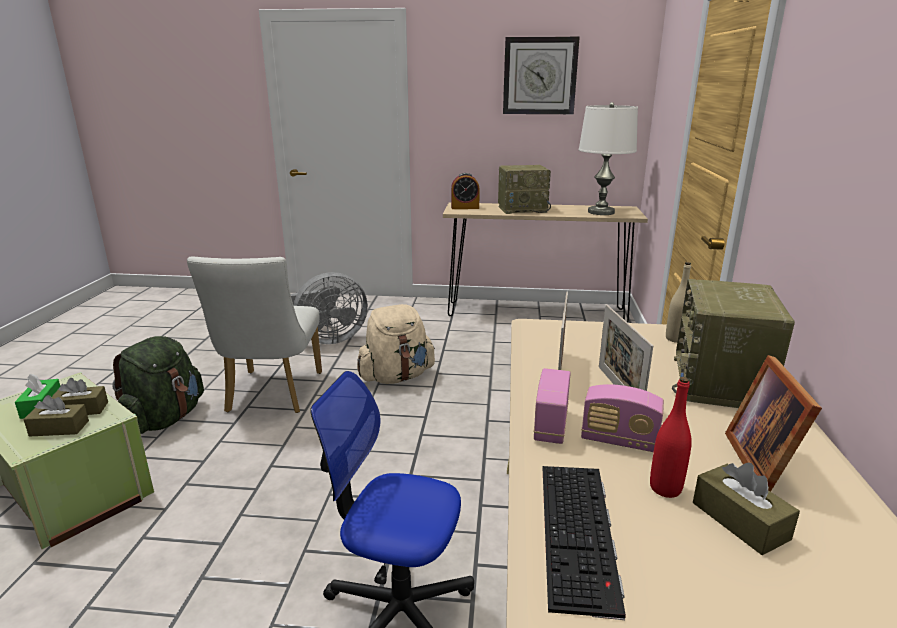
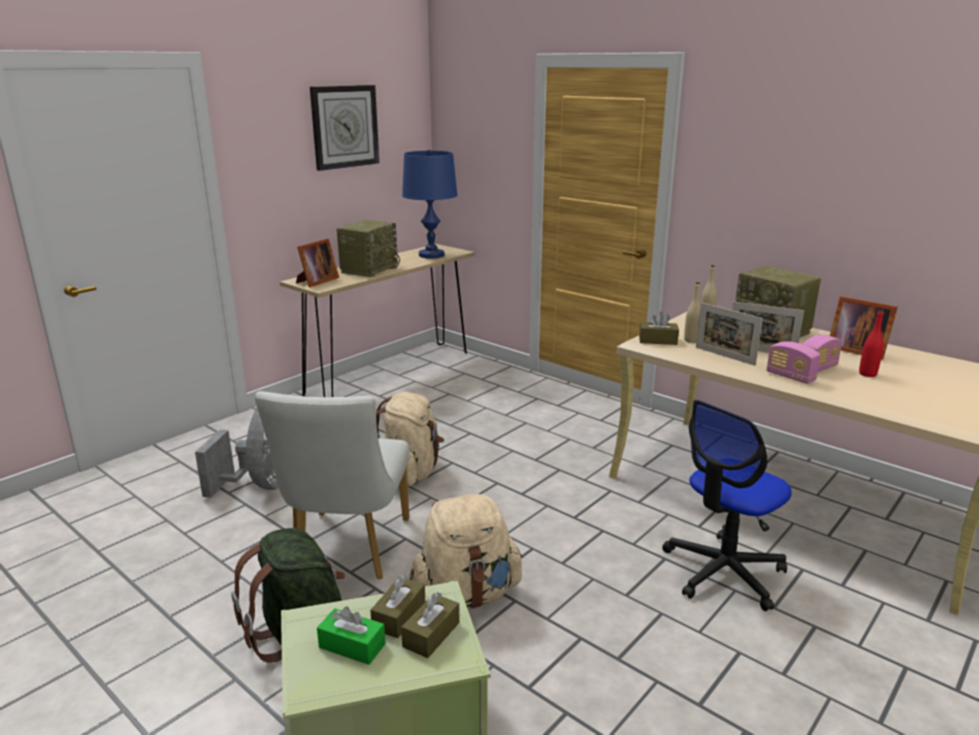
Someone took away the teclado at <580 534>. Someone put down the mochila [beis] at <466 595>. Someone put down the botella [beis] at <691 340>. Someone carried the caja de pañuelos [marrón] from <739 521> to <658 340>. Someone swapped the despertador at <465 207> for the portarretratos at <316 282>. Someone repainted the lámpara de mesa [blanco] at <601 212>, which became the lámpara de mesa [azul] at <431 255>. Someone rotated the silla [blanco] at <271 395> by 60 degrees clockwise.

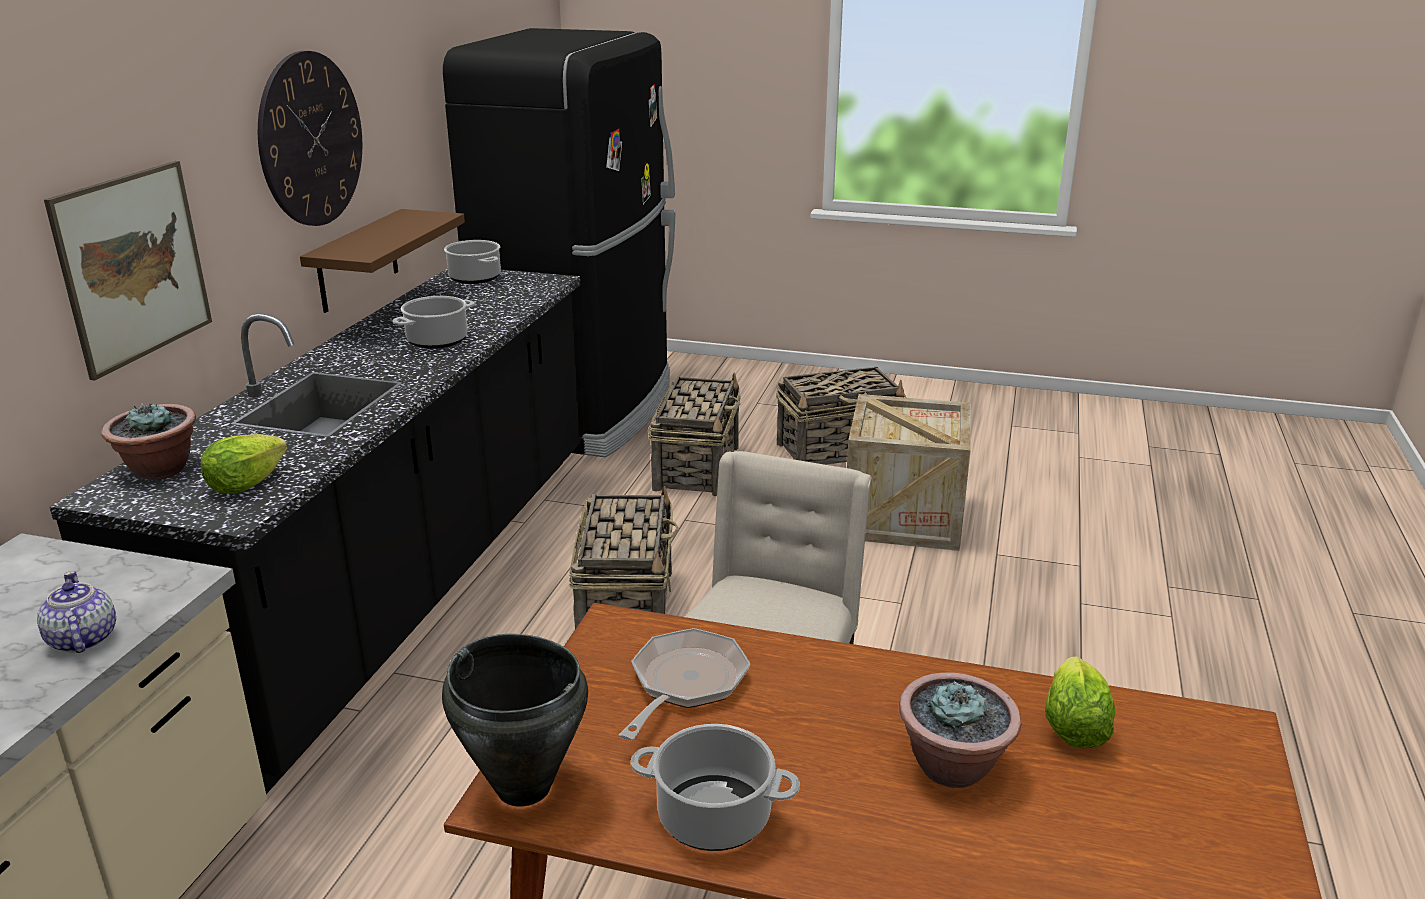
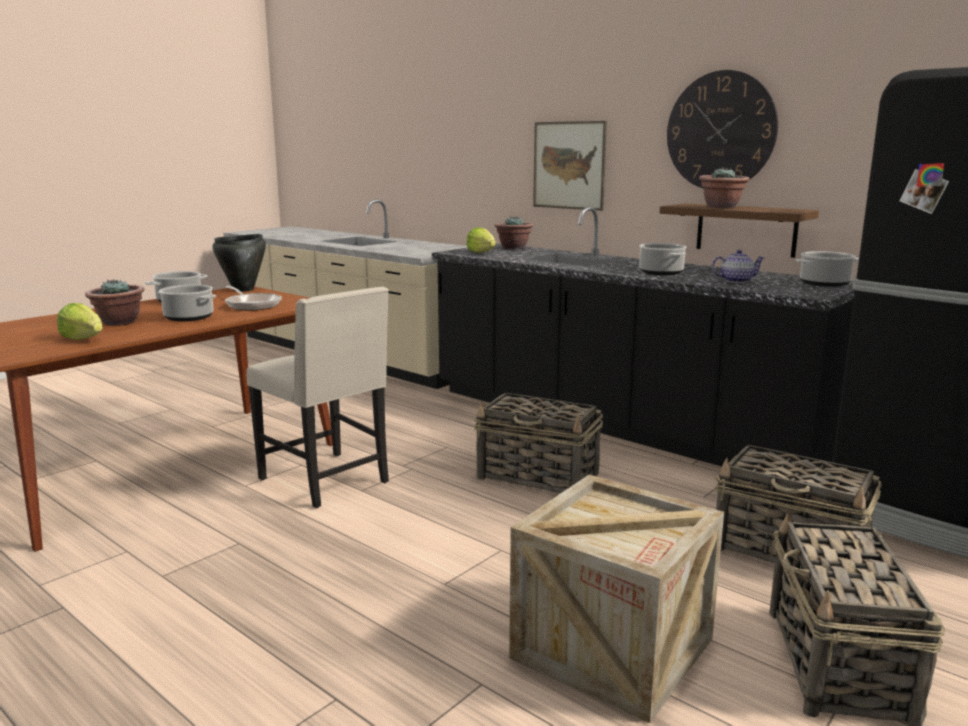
Someone put down the olla at <188 317>. Someone put down the planta en maceta at <721 207>. Someone carried the tetera from <82 640> to <736 281>.

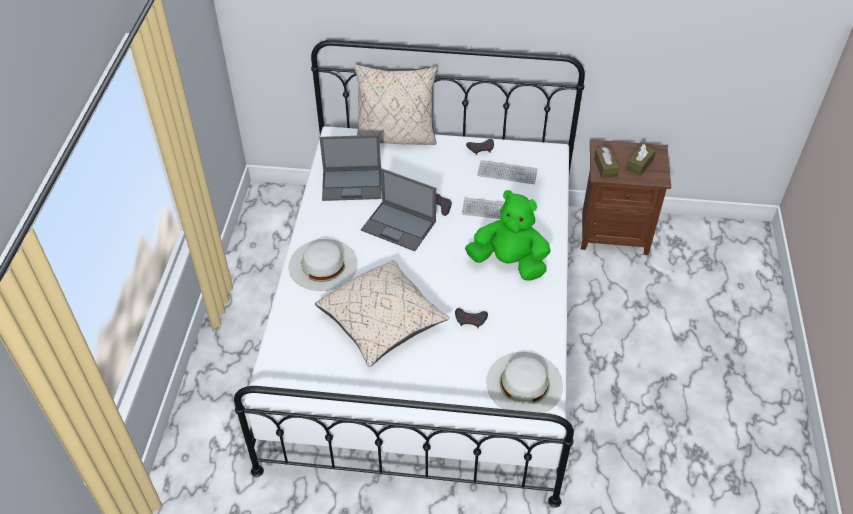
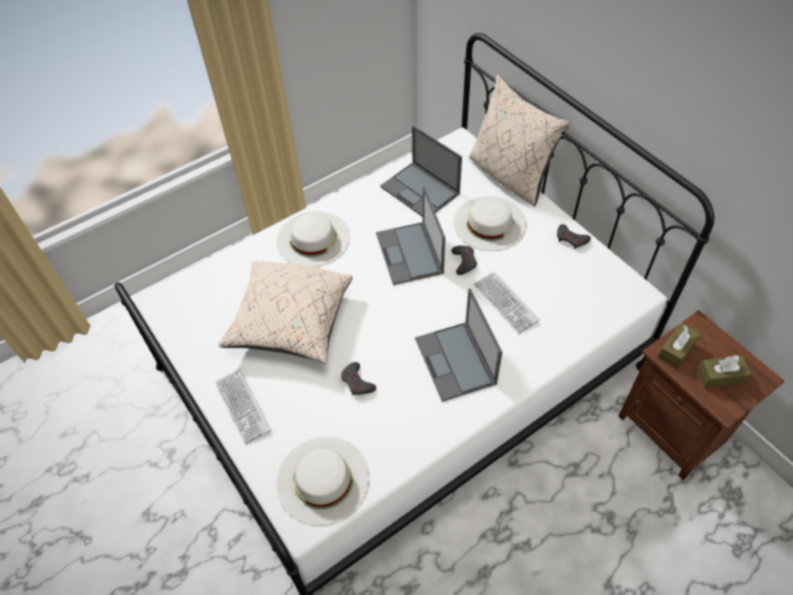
Someone put down the sombrero [blanco] at <489 223>. Someone carried the teclado from <507 173> to <243 406>. Someone swapped the peluche [verde] at <509 263> for the portátil at <456 362>.

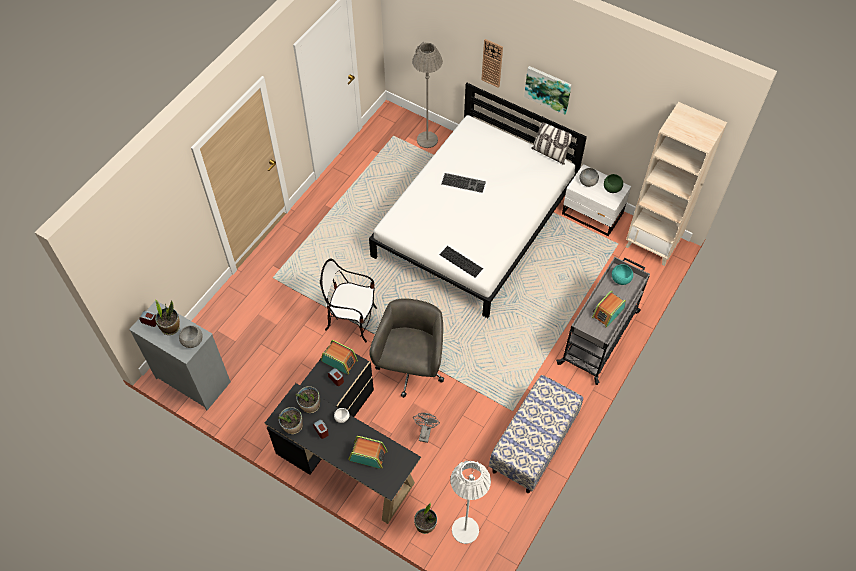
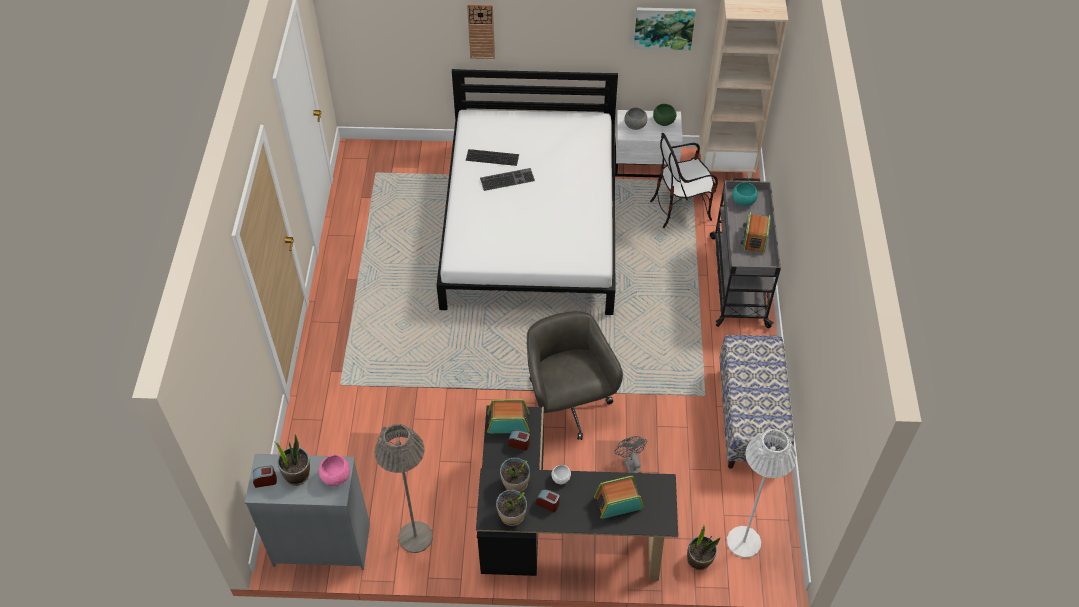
Someone took away the cojín at <550 153>. Someone carried the silla from <352 320> to <681 208>. Someone carried the lámpara de pie [gris] from <427 140> to <415 537>. Someone carried the teclado from <462 261> to <493 157>. Someone carried the cuadro from <548 89> to <664 27>. Someone repainted the cuenco [gris] at <193 341>, which became the cuenco [rosa] at <336 476>.

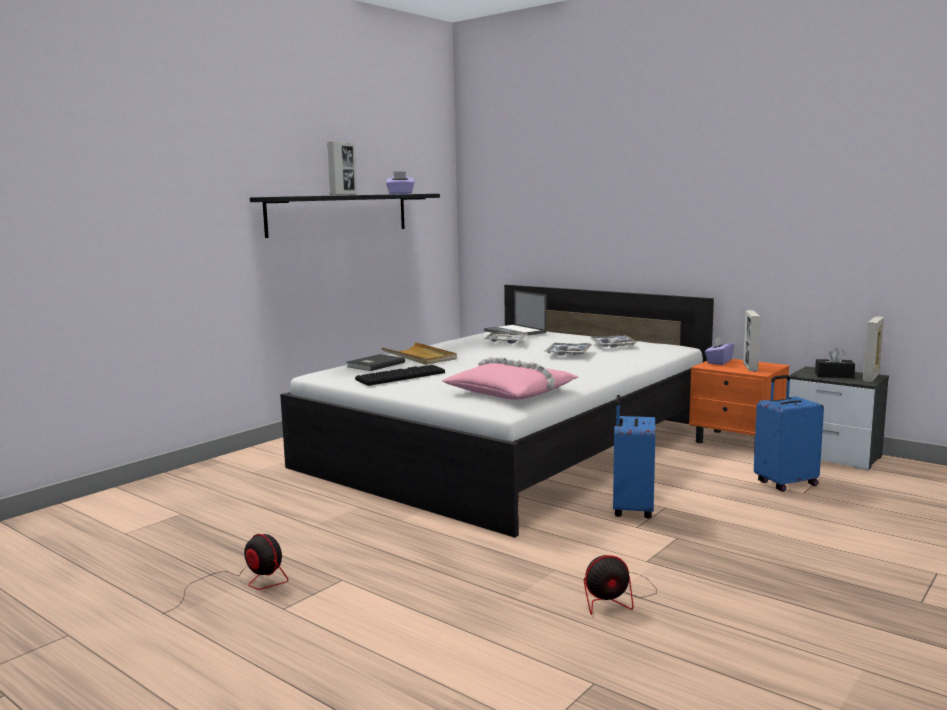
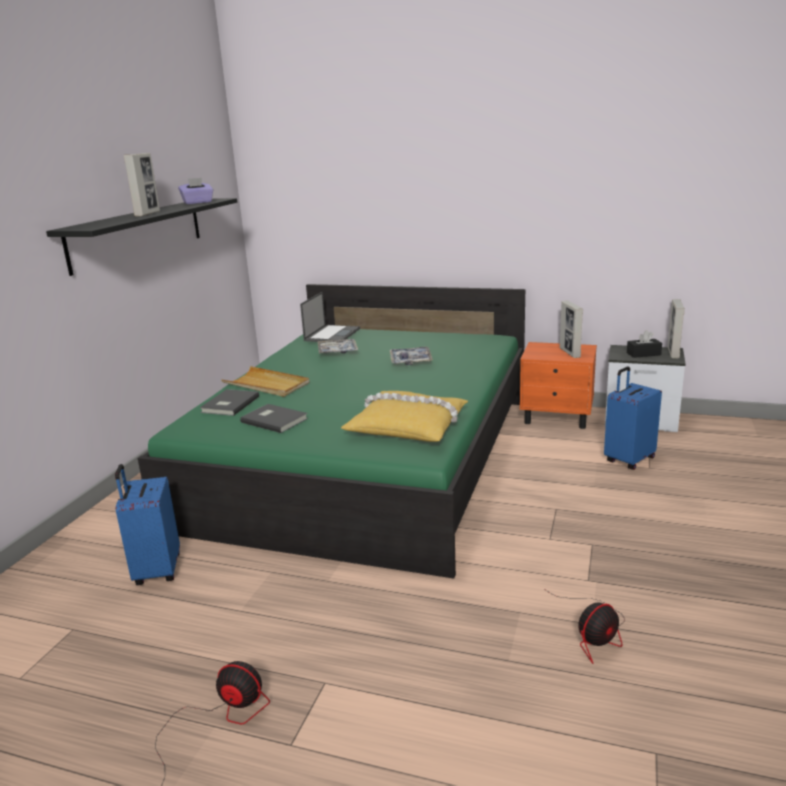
Someone took away the bandeja at <612 346>. Someone took away the caja de pañuelos [morado] at <718 362>. Someone carried the maleta [azul] from <631 510> to <156 571>. Someone swapped the teclado at <401 376> for the libro [gris] at <274 419>. Someone repainted the cama [blanco] at <510 446>, which became the cama [verde] at <366 458>. Someone repainted the cojín [rosa] at <511 392>, which became the cojín [amarillo] at <408 426>. Someone rotated the portátil at <515 331> by 105 degrees counterclockwise.

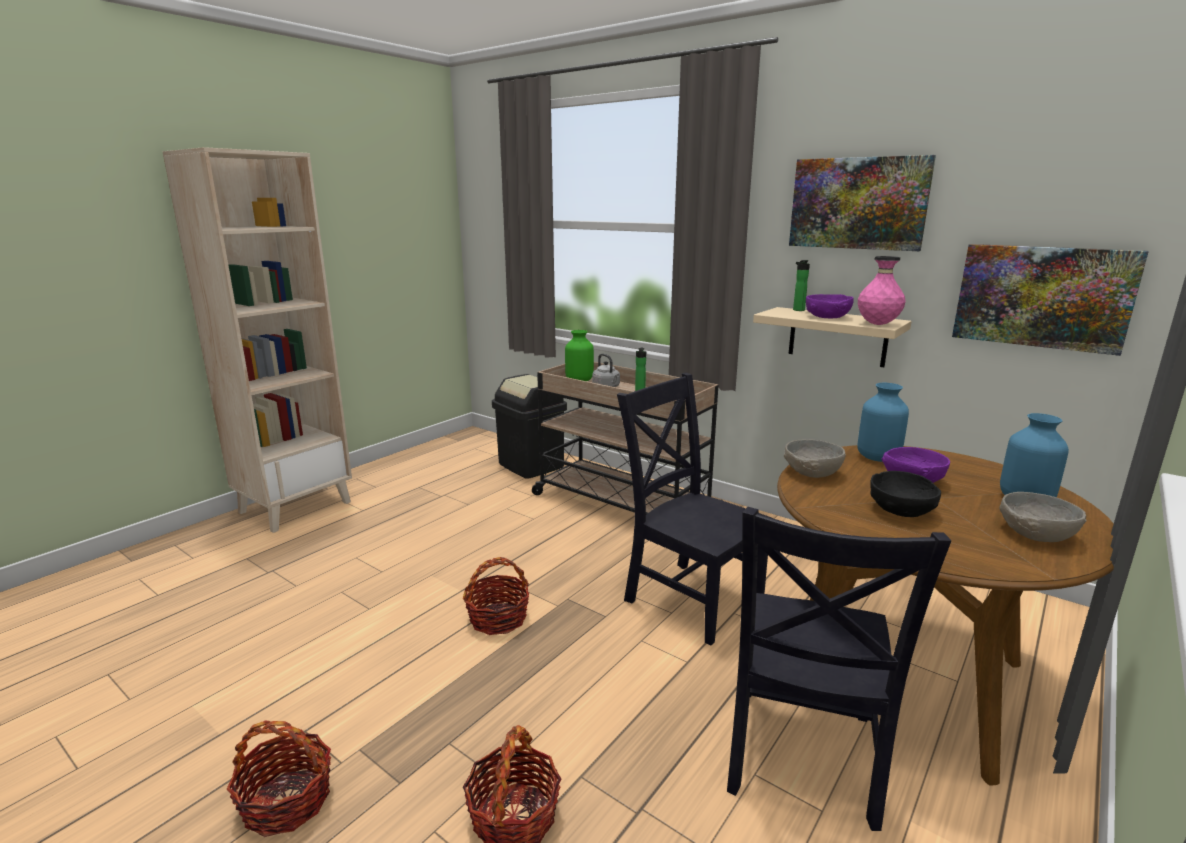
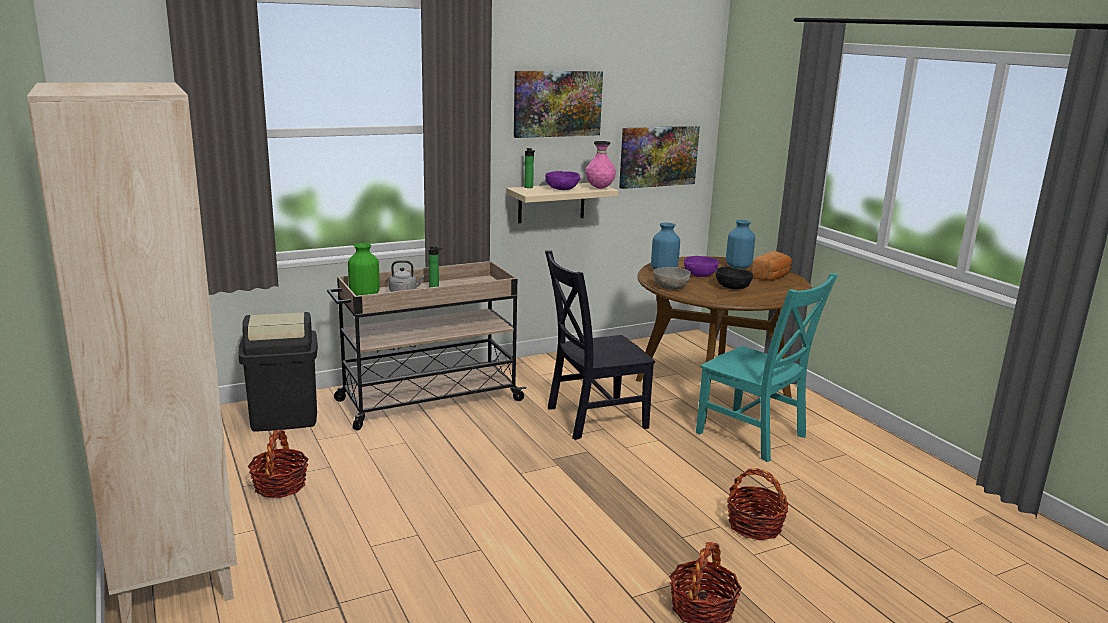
Someone carried the cesta from <498 618> to <280 485>. Someone swapped the cuenco [gris] at <1035 533> for the pan at <772 277>. Someone repainted the silla [negro] at <801 758>, which became the silla [turquesa] at <754 436>.

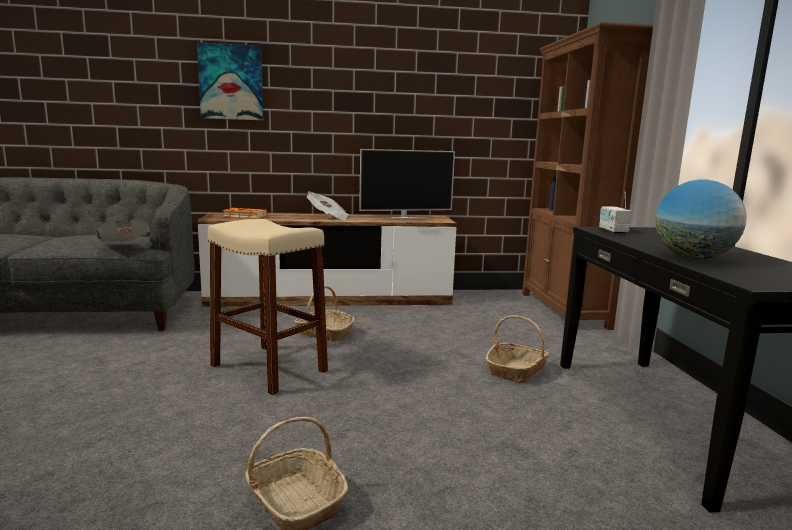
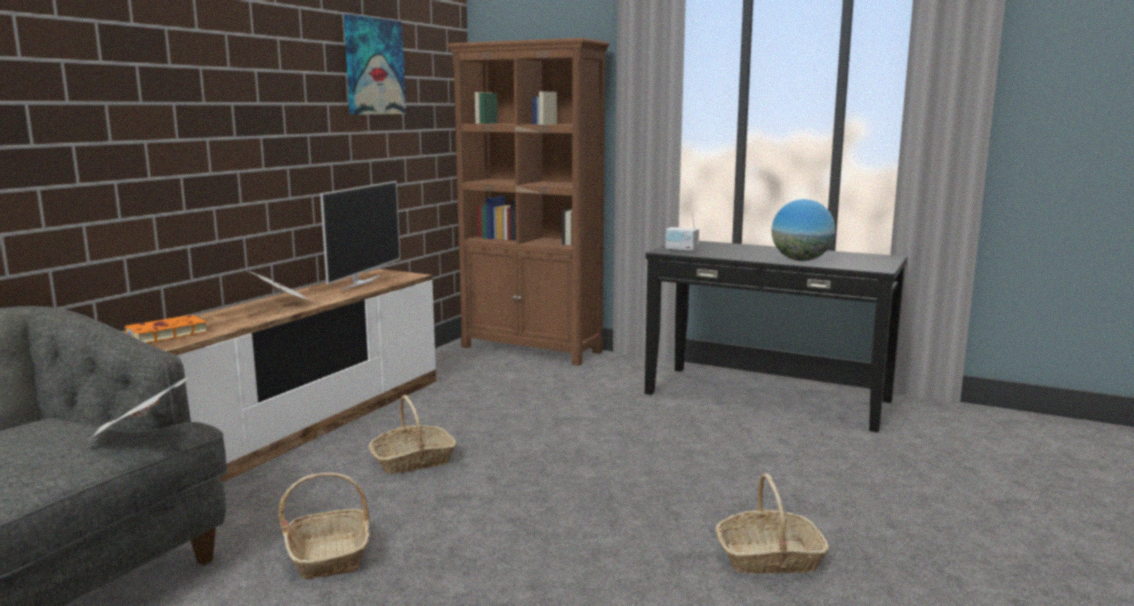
Someone took away the taburete [beis] at <269 368>. Someone carried the cuadro from <231 82> to <373 67>. Someone carried the cesta from <516 370> to <329 555>.

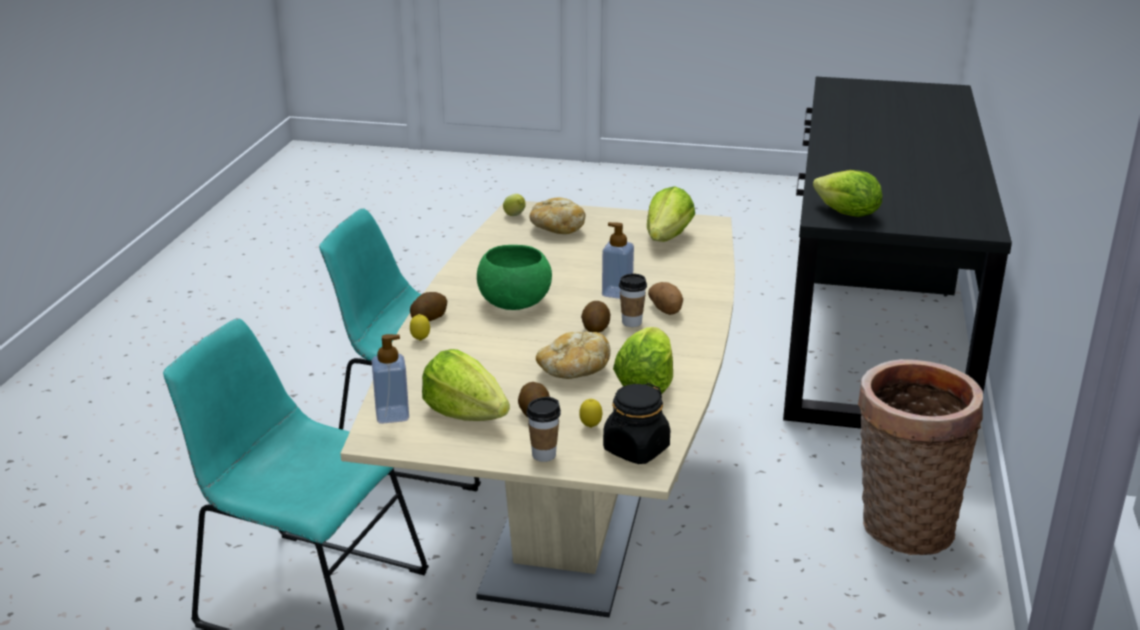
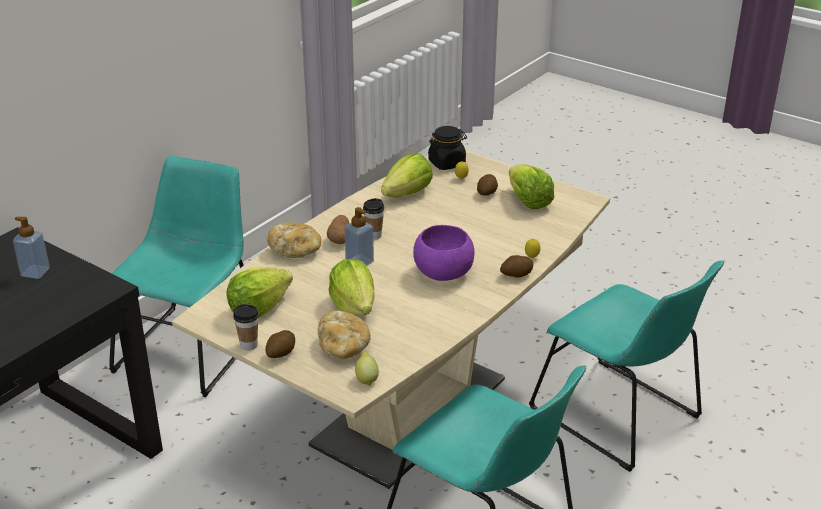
Someone carried the dispensador de jabón from <392 415> to <35 272>. Someone carried the taza from <544 455> to <248 345>. Someone carried the pan from <573 372> to <295 251>. Someone carried the patata from <595 327> to <281 354>. Someone carried the lechuga from <847 214> to <354 306>. Someone swapped the cesta at <901 525> for the silla [turquesa] at <192 346>. Someone repainted the cuenco [verde] at <515 303>, which became the cuenco [morado] at <443 272>.

